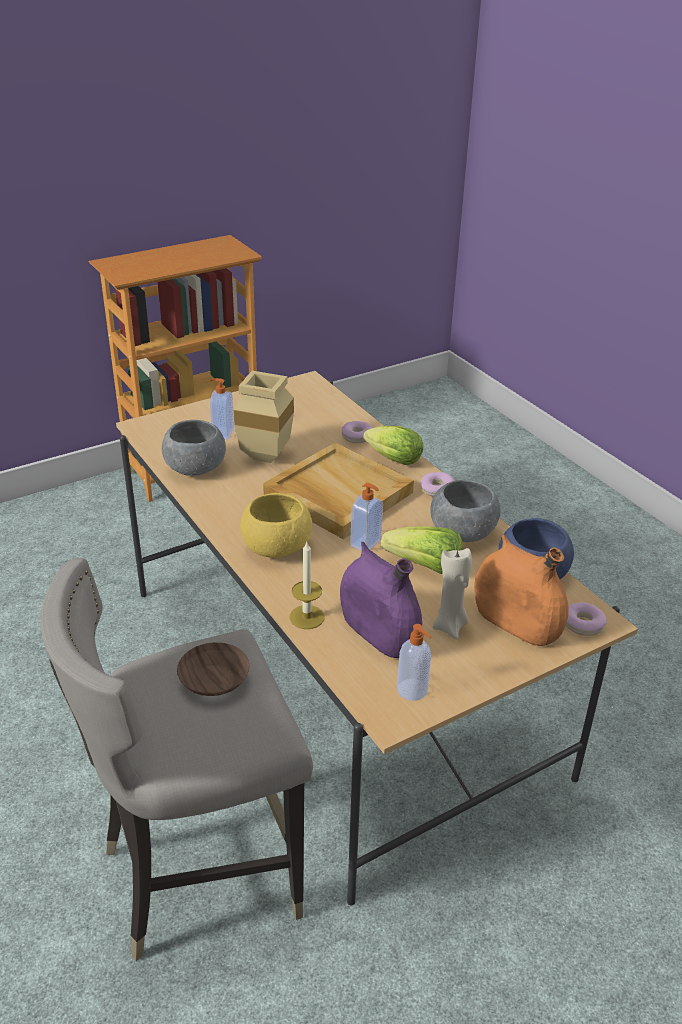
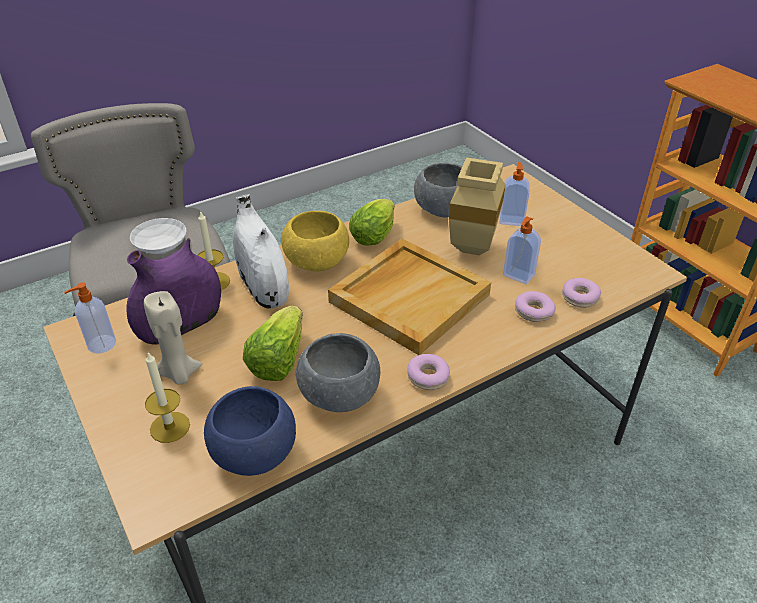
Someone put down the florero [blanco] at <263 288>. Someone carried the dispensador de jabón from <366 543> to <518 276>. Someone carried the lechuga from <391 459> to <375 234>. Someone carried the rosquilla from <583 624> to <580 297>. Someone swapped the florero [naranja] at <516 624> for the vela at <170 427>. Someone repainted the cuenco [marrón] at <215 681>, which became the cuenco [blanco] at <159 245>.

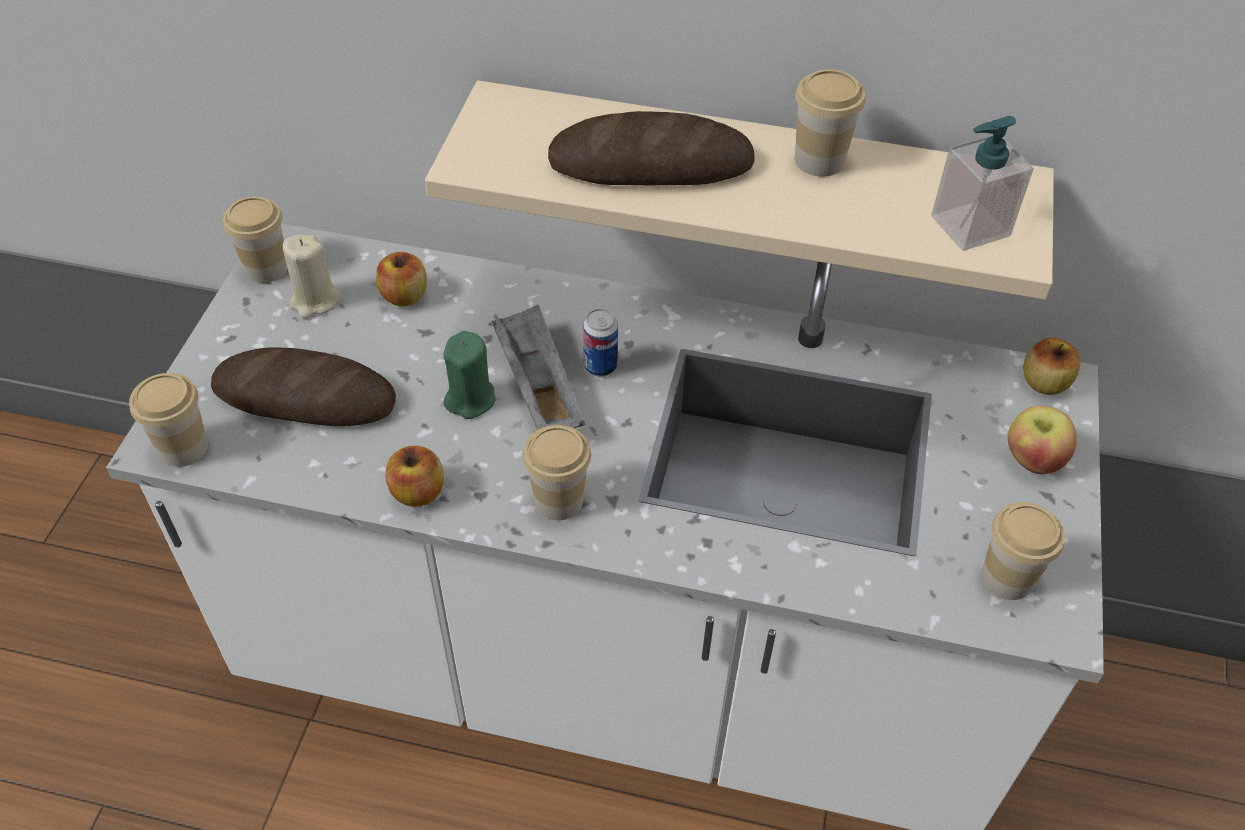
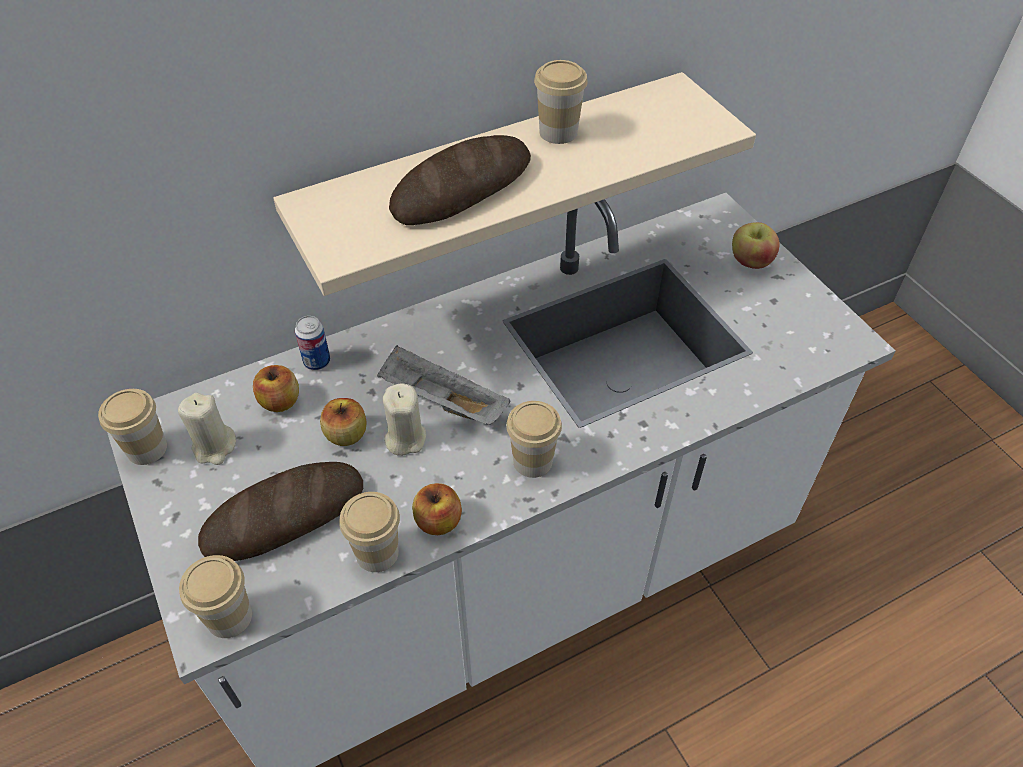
Someone took away the dispensador de jabón at <970 226>. Someone carried the lata from <600 366> to <317 362>. Someone carried the taza from <1007 578> to <377 553>. Someone carried the manzana from <1044 383> to <346 434>. Someone repainted the vela [verde] at <470 399>, which became the vela [beis] at <405 438>.

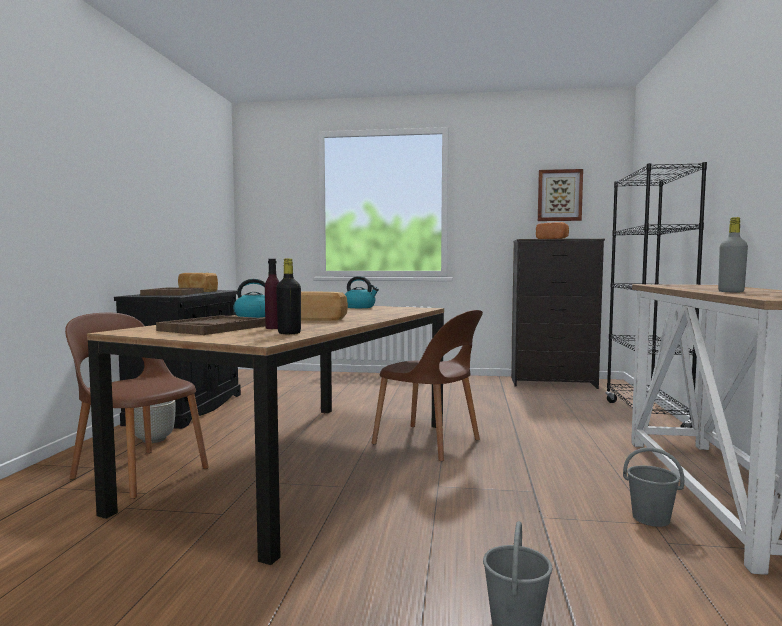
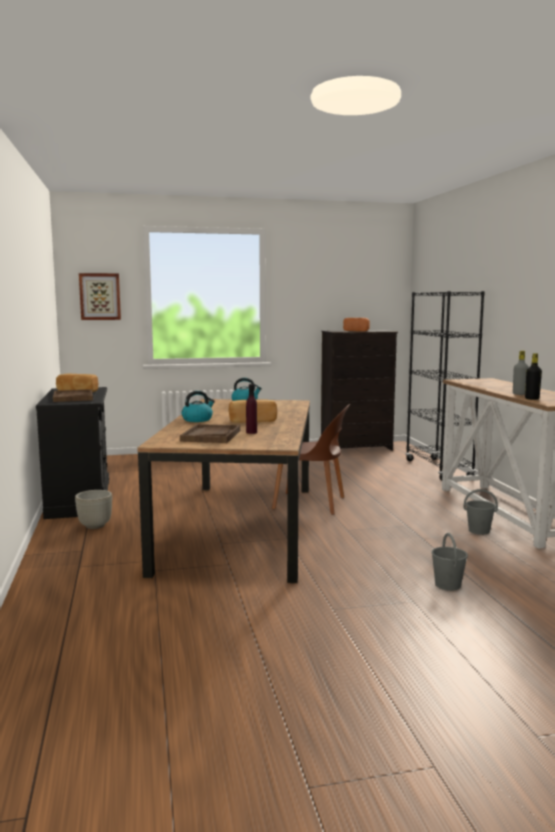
Someone took away the silla [marrón] at <139 472>. Someone carried the botella [negro] from <289 333> to <532 399>. Someone carried the cuadro from <559 195> to <100 296>.

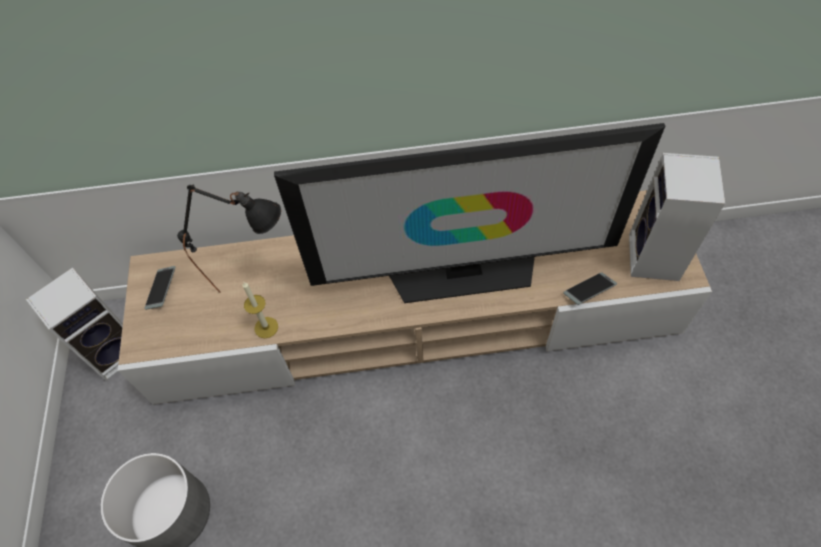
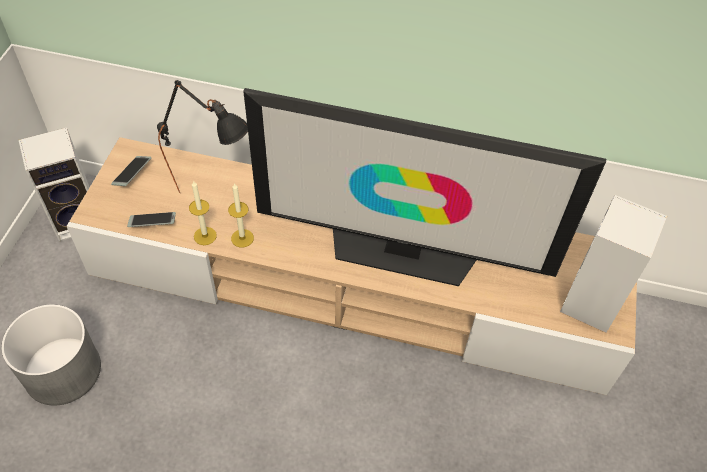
Someone put down the vela at <242 238>. Someone carried the móvil from <588 291> to <152 222>.

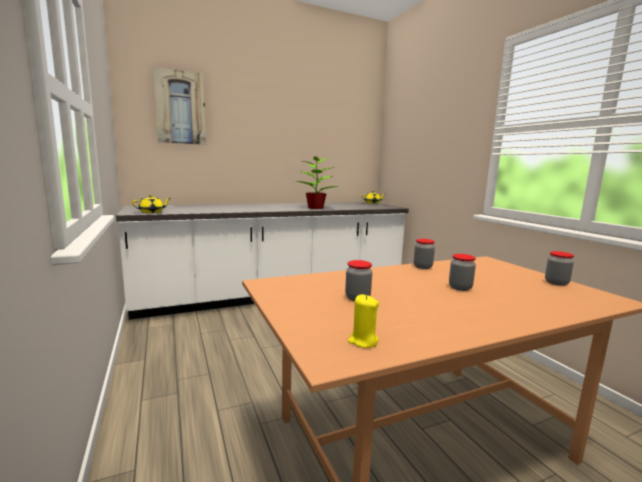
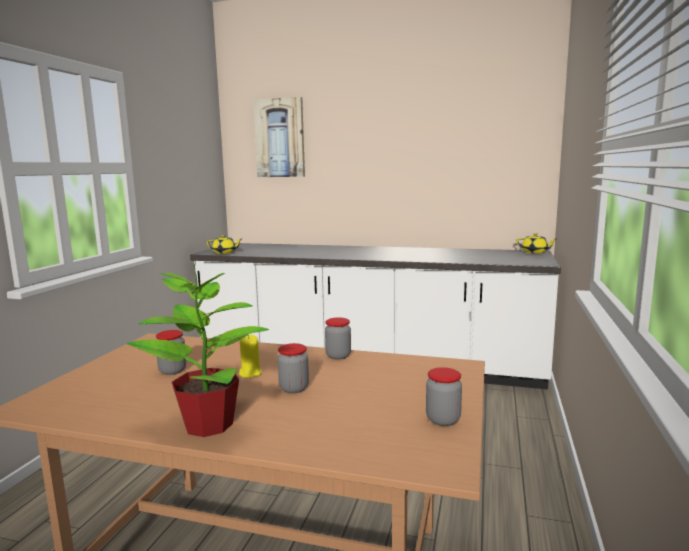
Someone carried the planta en maceta from <316 208> to <210 425>. Someone carried the vela [amarillo] from <363 341> to <250 373>.

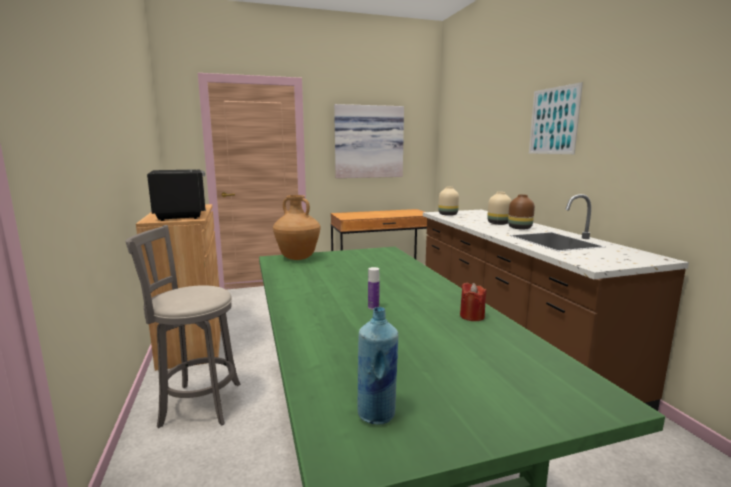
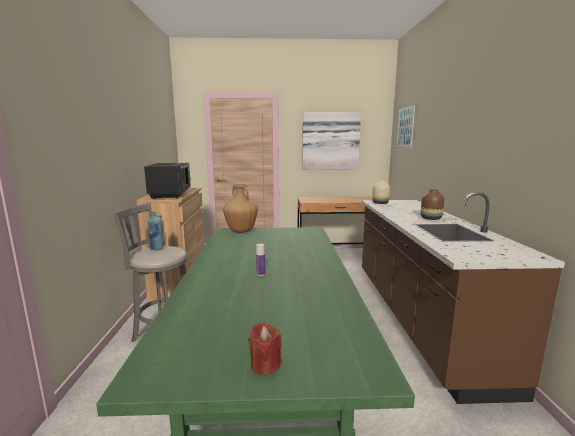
Someone took away the florero [beis] at <497 223>. Someone carried the botella [azul] from <377 414> to <156 248>. Someone carried the vela [rojo] from <472 316> to <265 364>. Someone carried the cuadro from <553 121> to <405 127>.

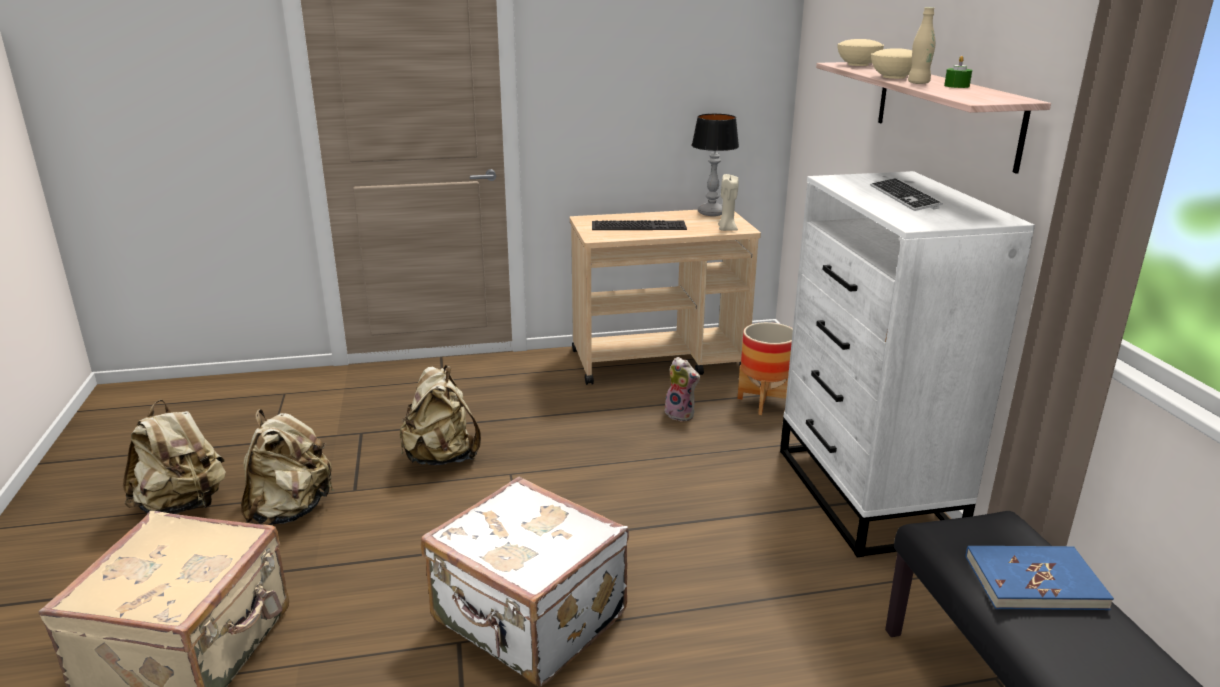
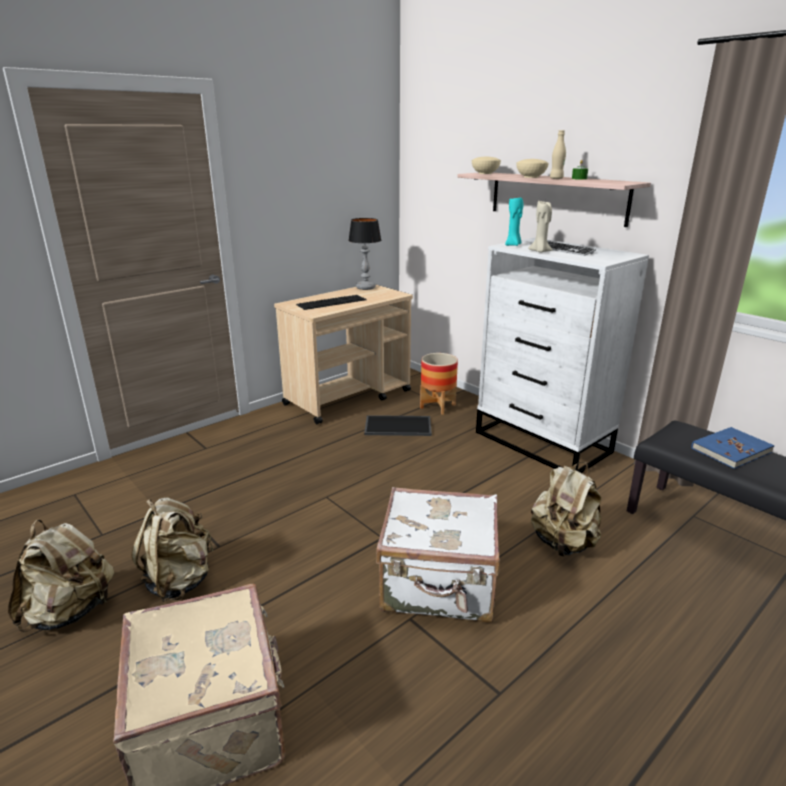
Someone put down the vela [turquesa] at <513 245>. Someone carried the mochila [beis] from <441 457> to <563 543>. Someone carried the vela [beis] from <726 229> to <540 251>. Someone swapped the peluche at <681 414> for the bandeja at <397 426>.

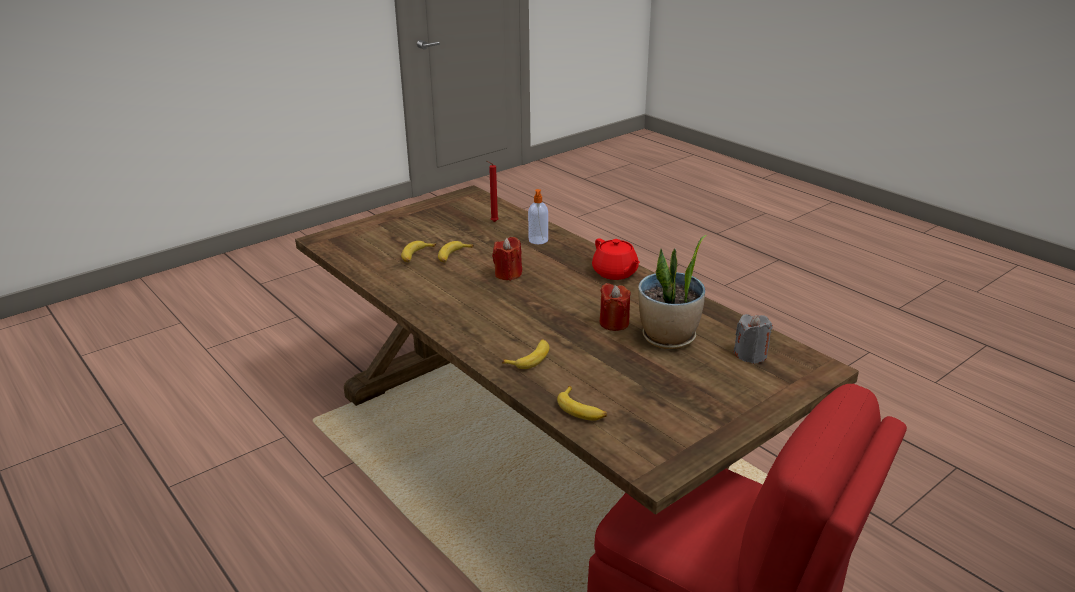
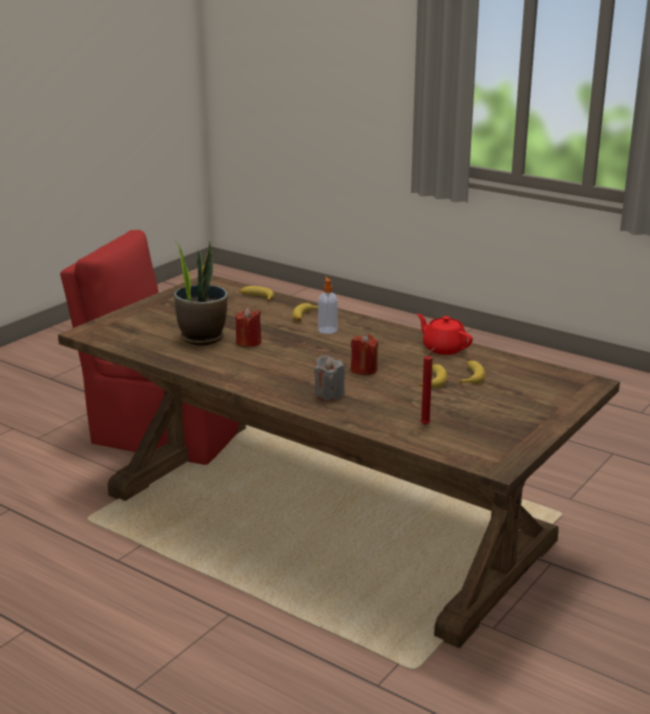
Someone carried the dispensador de jabón from <538 240> to <327 330>. Someone carried the tetera [rojo] from <615 273> to <443 348>. Someone carried the vela [gris] from <751 355> to <329 394>.

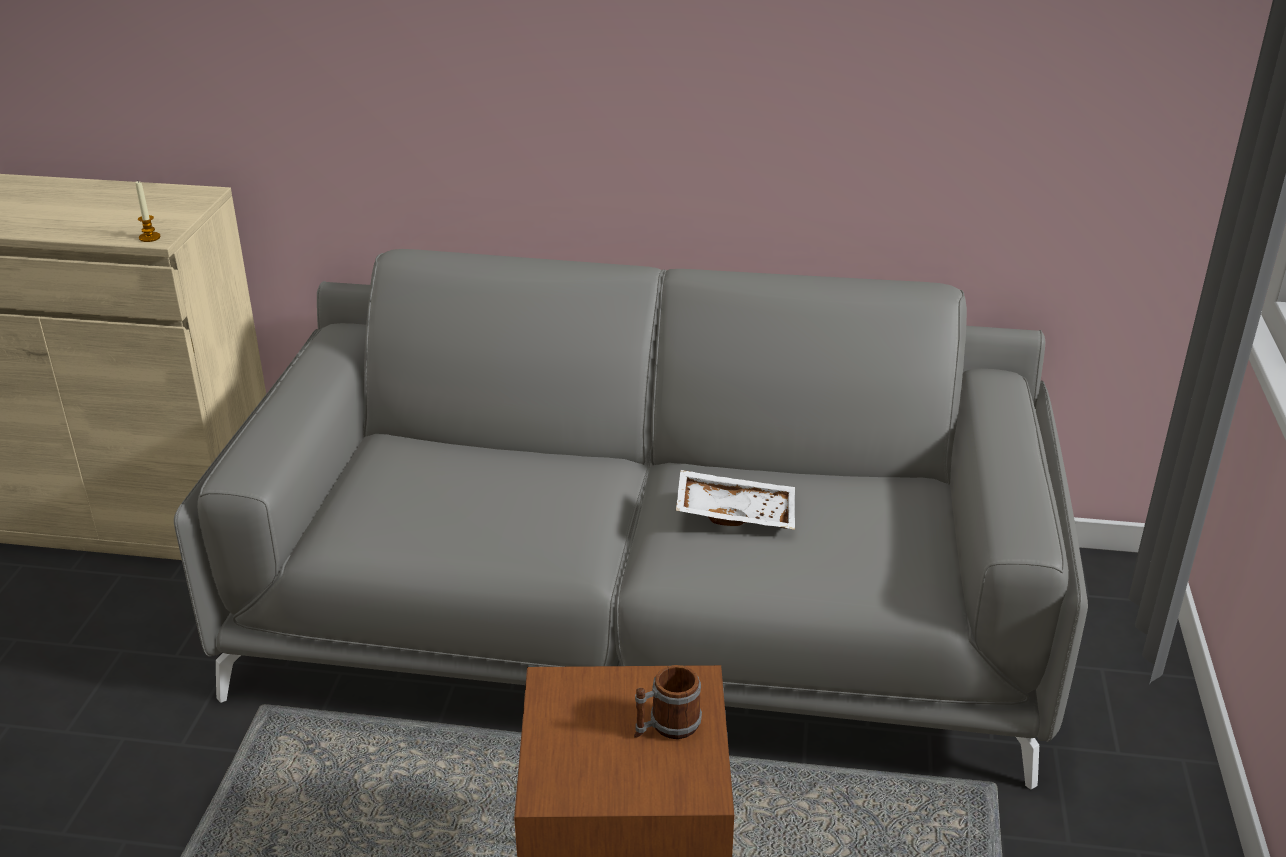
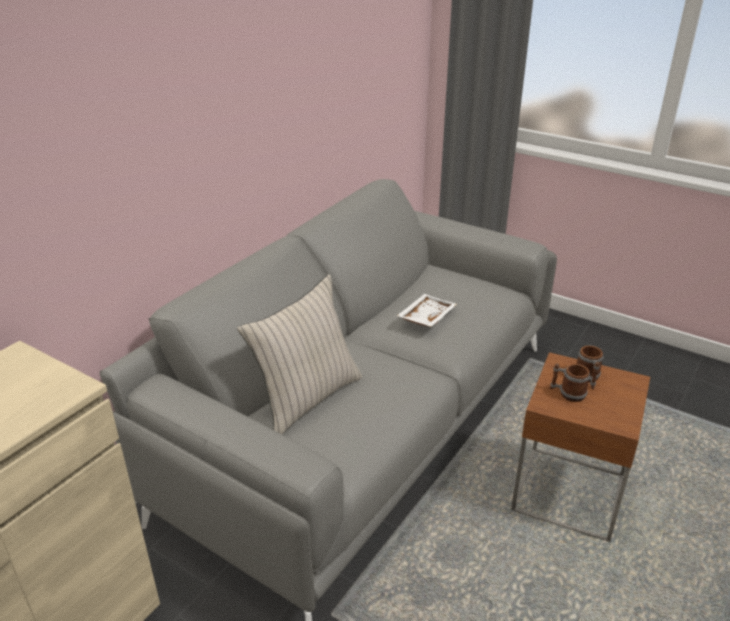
Someone took away the vela at <149 237>. Someone put down the cojín [beis] at <306 398>. Someone put down the taza grande at <567 393>.

